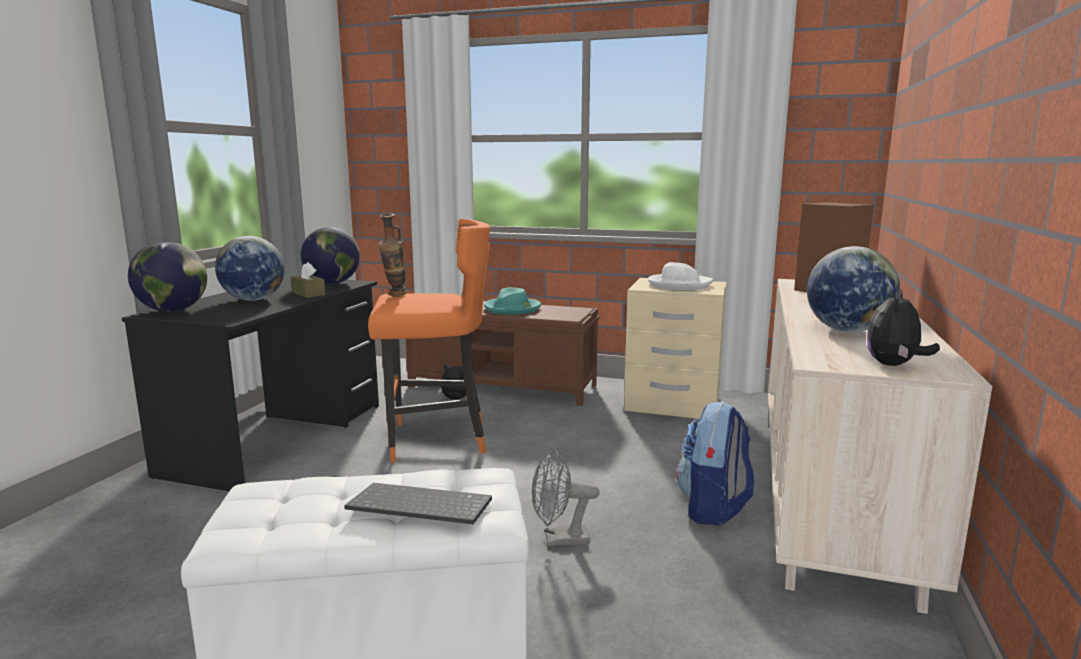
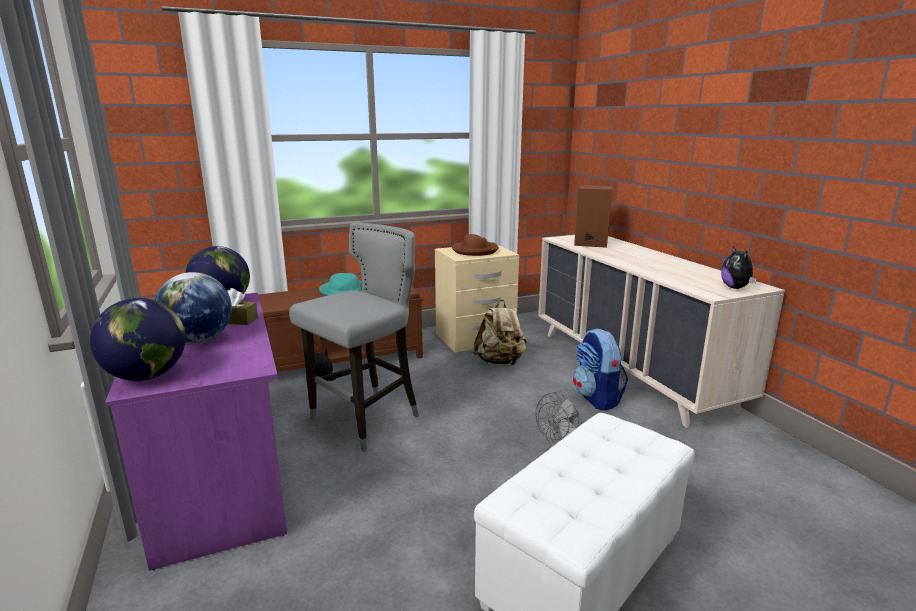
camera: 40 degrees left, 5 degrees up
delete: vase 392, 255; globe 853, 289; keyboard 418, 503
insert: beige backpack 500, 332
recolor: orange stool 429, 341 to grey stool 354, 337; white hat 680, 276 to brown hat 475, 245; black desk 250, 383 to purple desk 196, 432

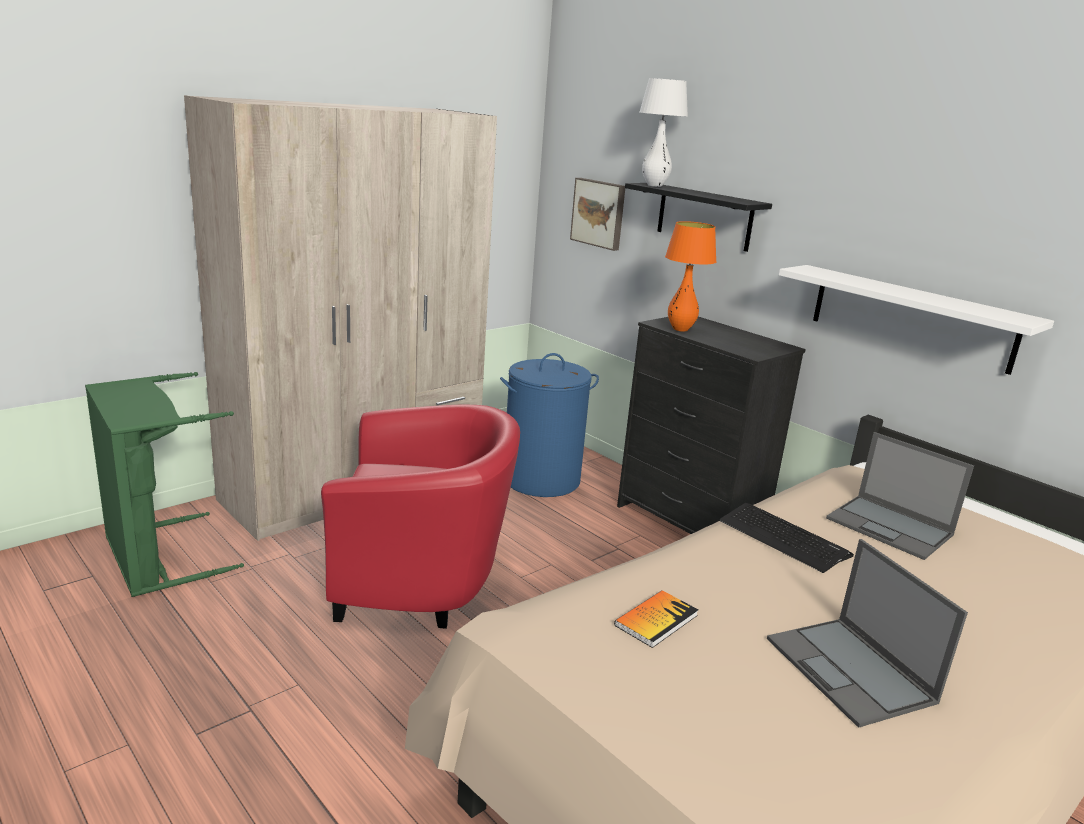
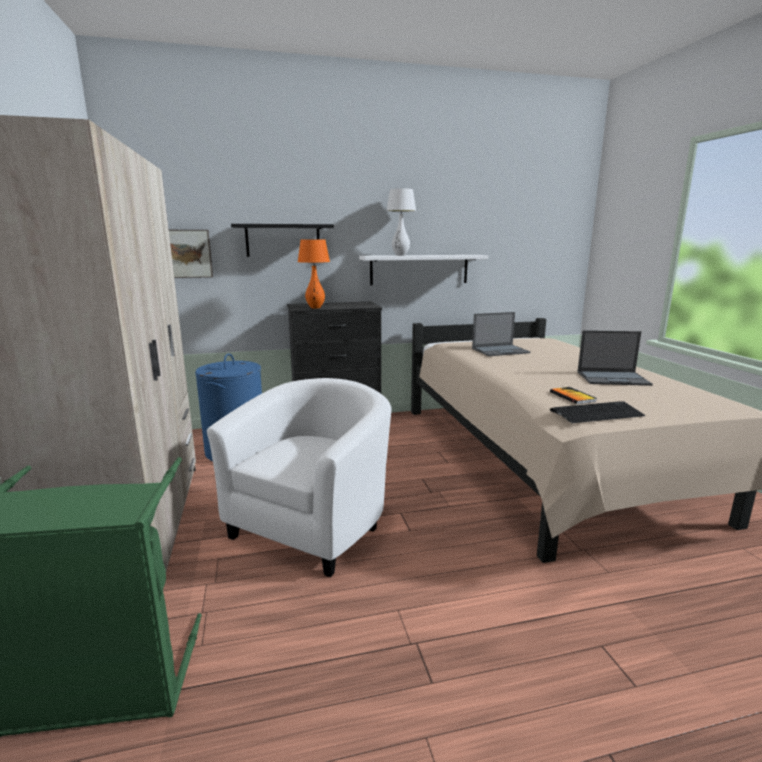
camera: 60 degrees left, 5 degrees down
move: white table lamp 664, 132 to 401, 222; keyboard 786, 538 to 597, 412
recolor: red armchair 420, 516 to white armchair 299, 477

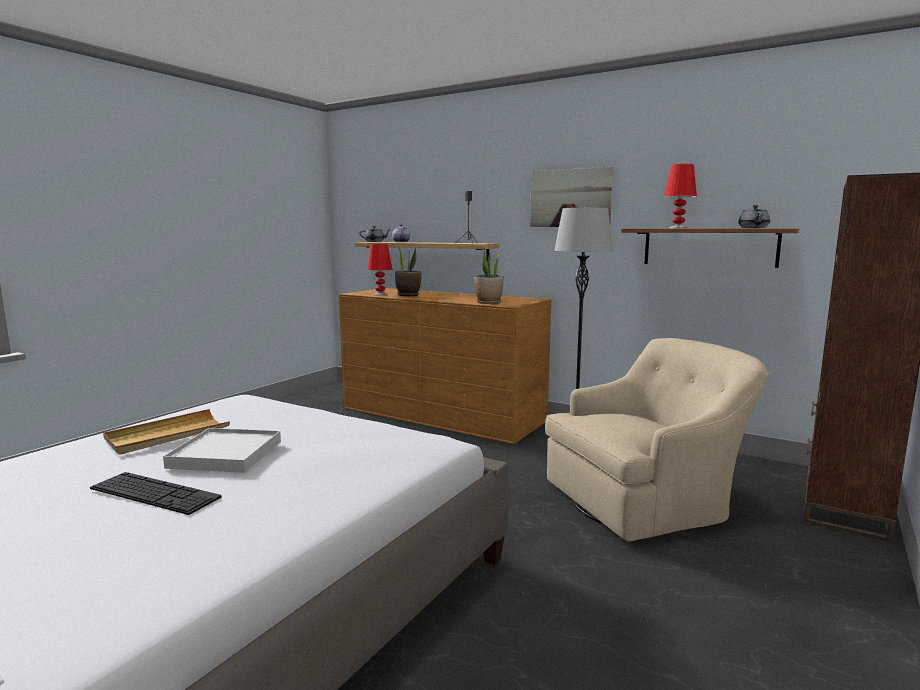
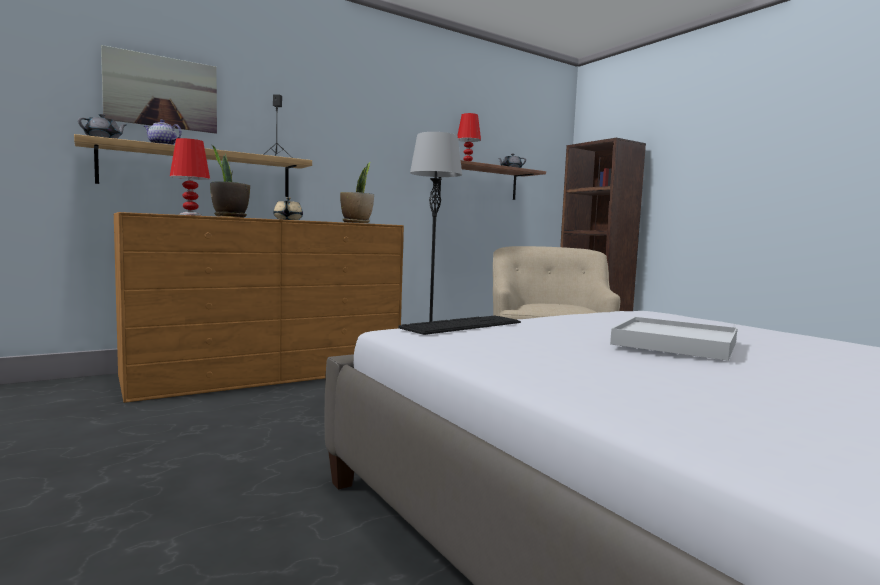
camera: 65 degrees left, 5 degrees down
delete: beige tray 166, 432
insert: beige teapot 288, 208
move: picture 571, 197 to 159, 89; keyboard 156, 493 to 459, 325

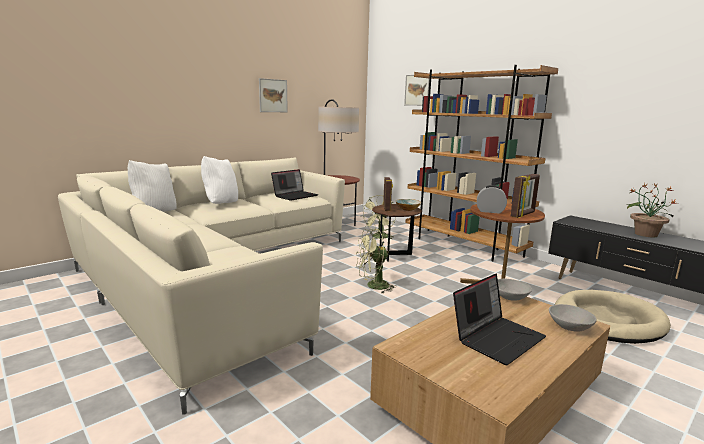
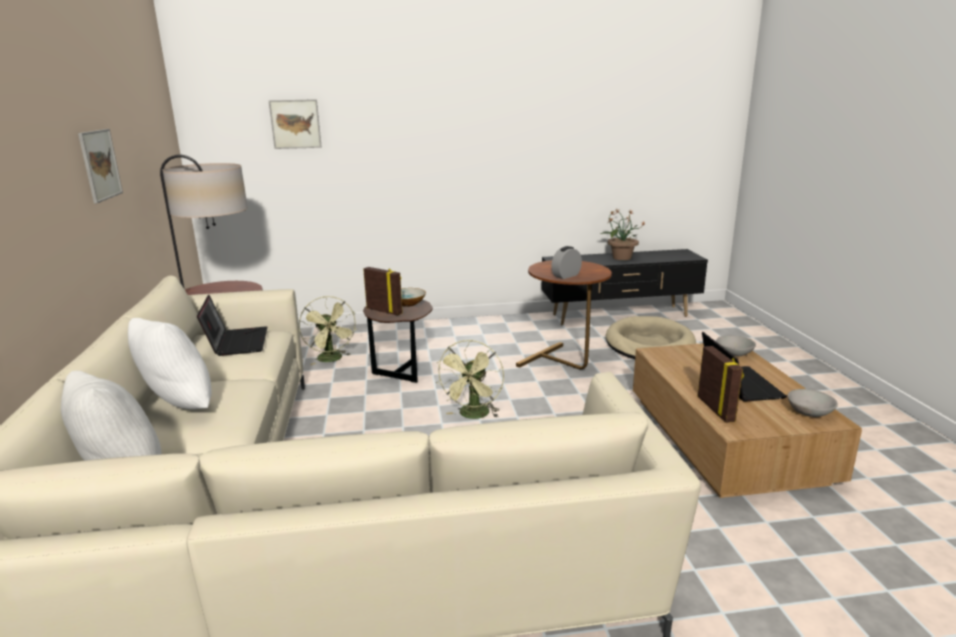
camera: 55 degrees left, 5 degrees up
delete: brown bookcase 481, 163
move: picture frame 525, 196 to 721, 384; grey bowl 515, 290 to 813, 403

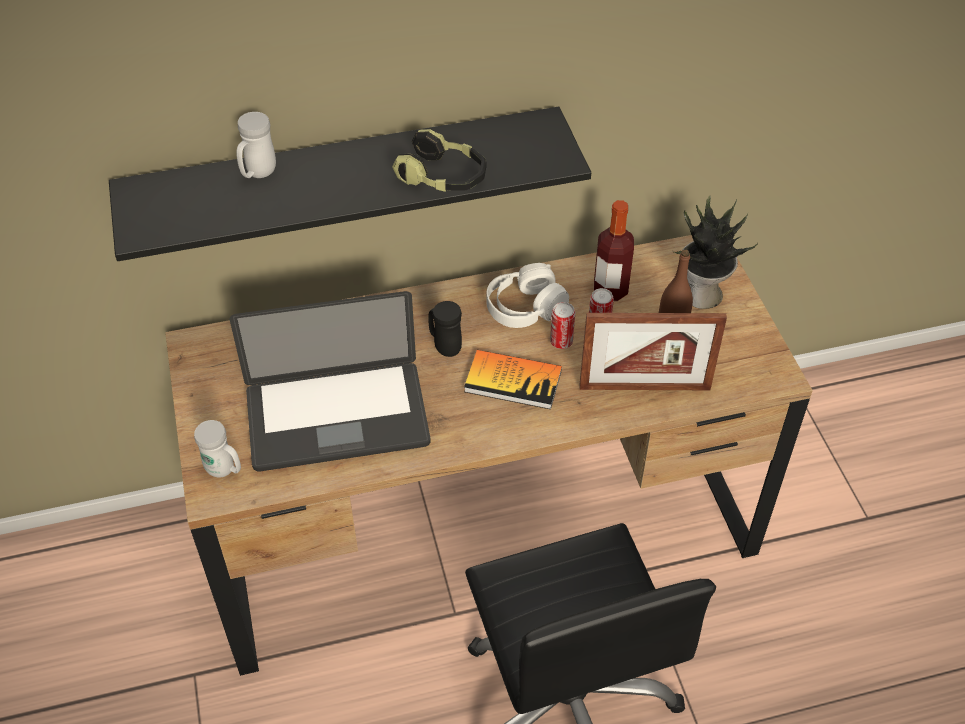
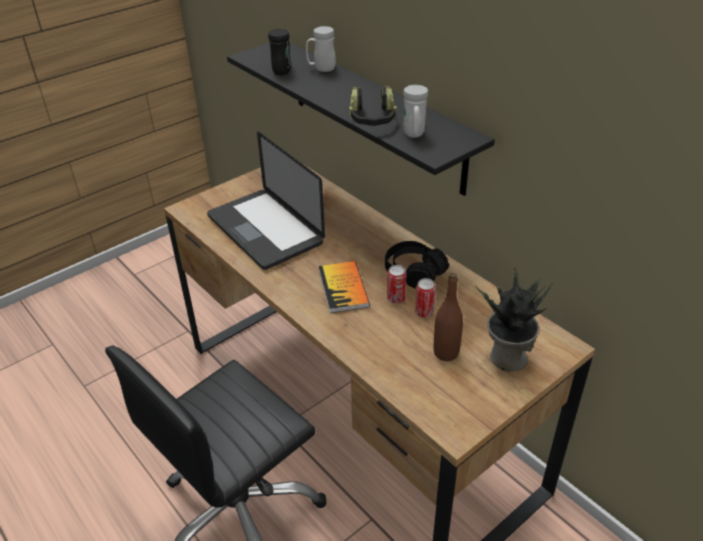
camera: 65 degrees right, 10 degrees down
delete: bottle 614, 250; picture frame 653, 351
move: black mug 445, 329 to 279, 52; white mug 217, 449 to 415, 111
recolor: white headphones 527, 295 to black headphones 417, 264

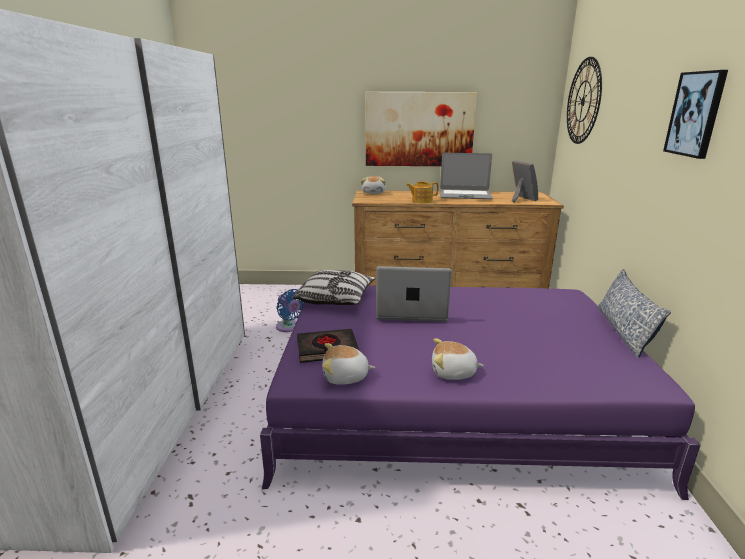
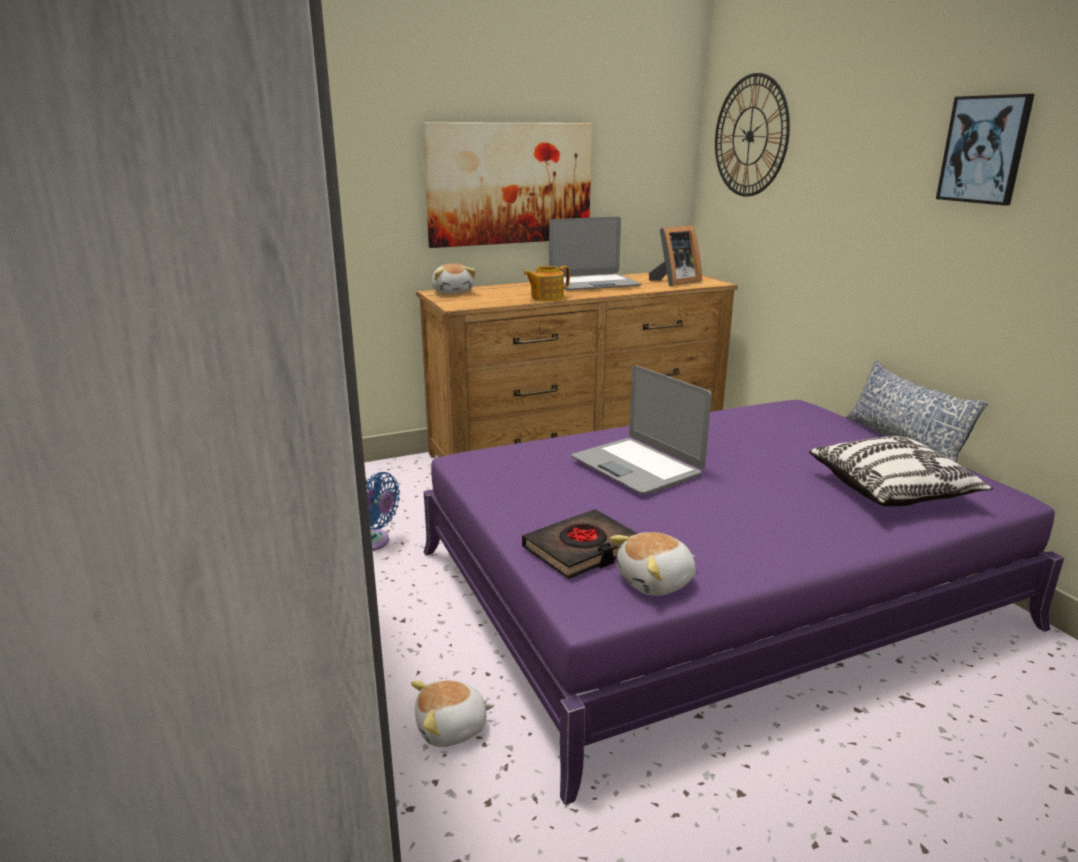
camera: 25 degrees left, 0 degrees up
move: pillow 334, 287 to 901, 471; plush toy 458, 359 to 453, 713
rotate: picture frame 525, 181 = 675, 255 105 degrees clockwise; laptop 414, 294 = 642, 429 105 degrees counterclockwise

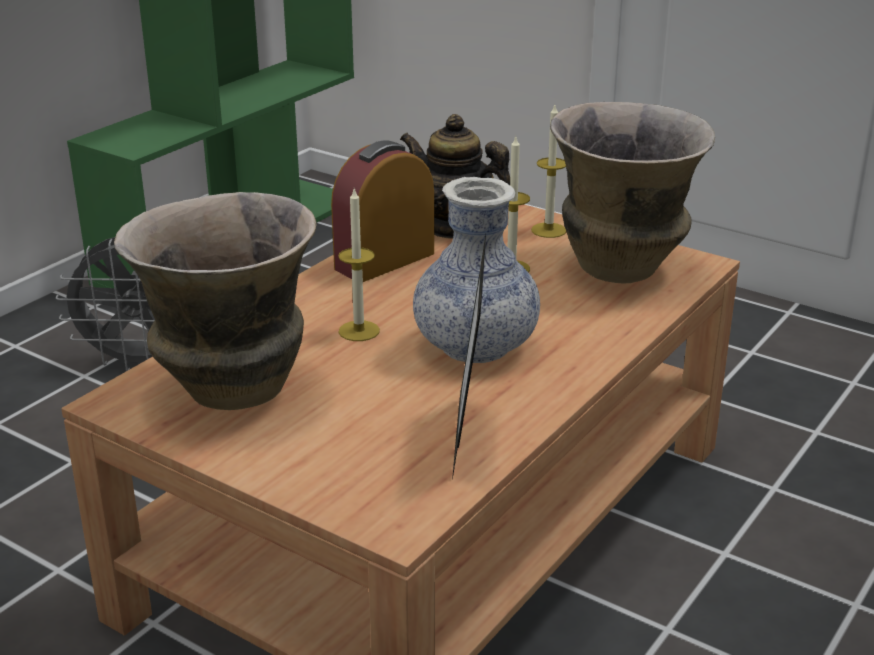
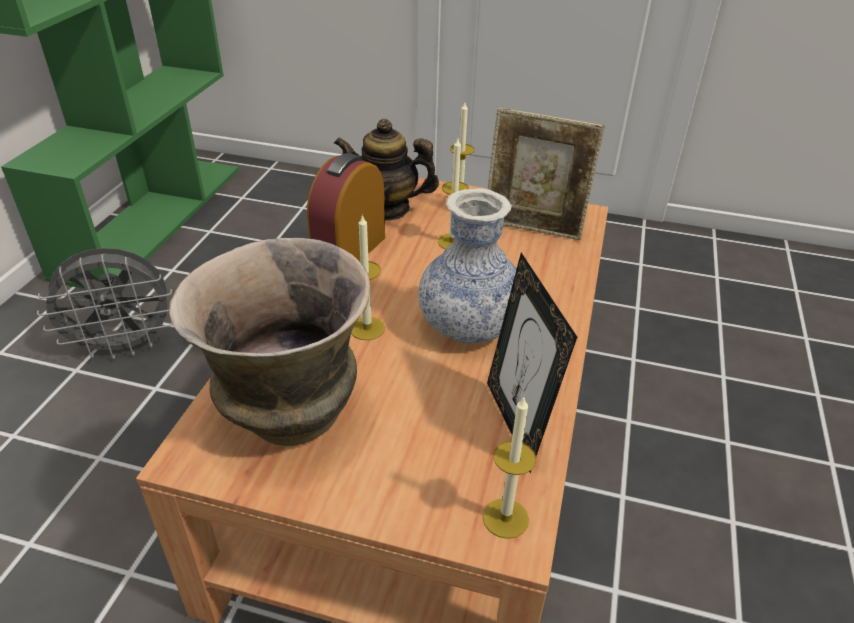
camera: 20 degrees left, 10 degrees up
insert: candle 509, 468
replace: vase 632, 193 to picture frame 546, 173

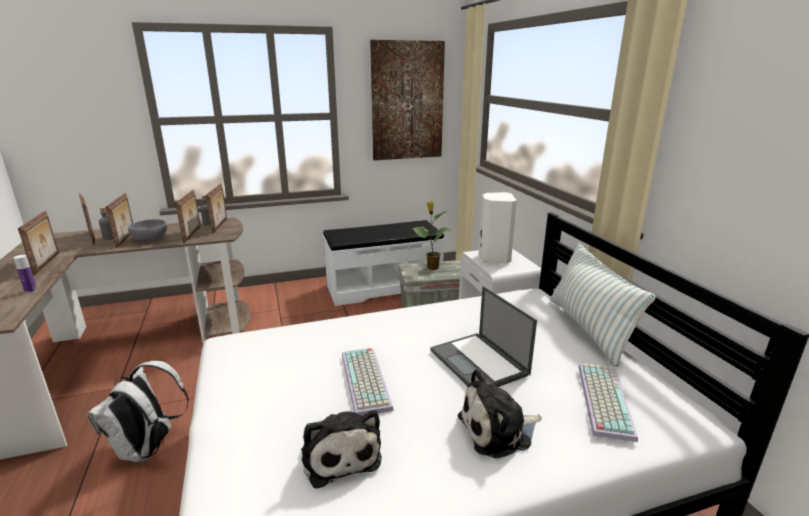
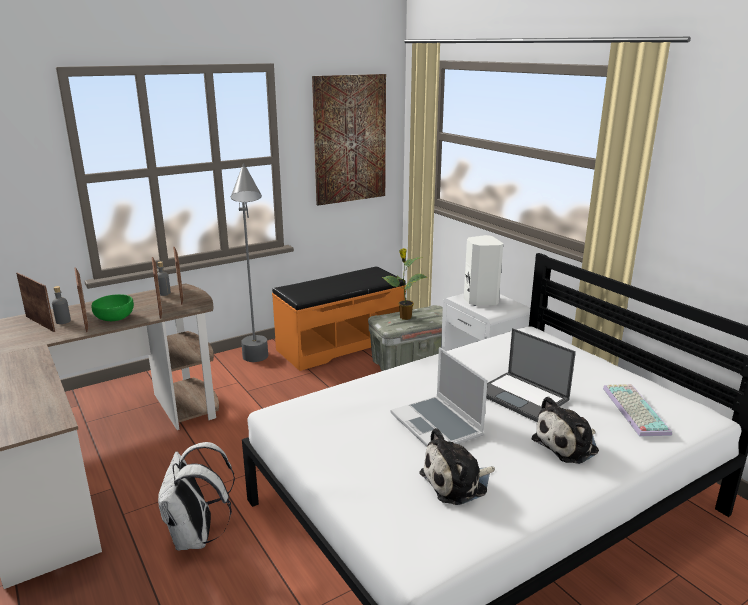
camera: 15 degrees left, 0 degrees up
delete: picture frame 38, 243; pillow 603, 305; bottle 25, 274
insert: grey floor lamp 249, 262
replace: keyboard 368, 382 to laptop 439, 397
recolor: grey bowl 147, 230 to green bowl 113, 307; white bench 383, 263 to orange bench 339, 318
rotate: plush toy 341, 449 = 457, 466 105 degrees clockwise

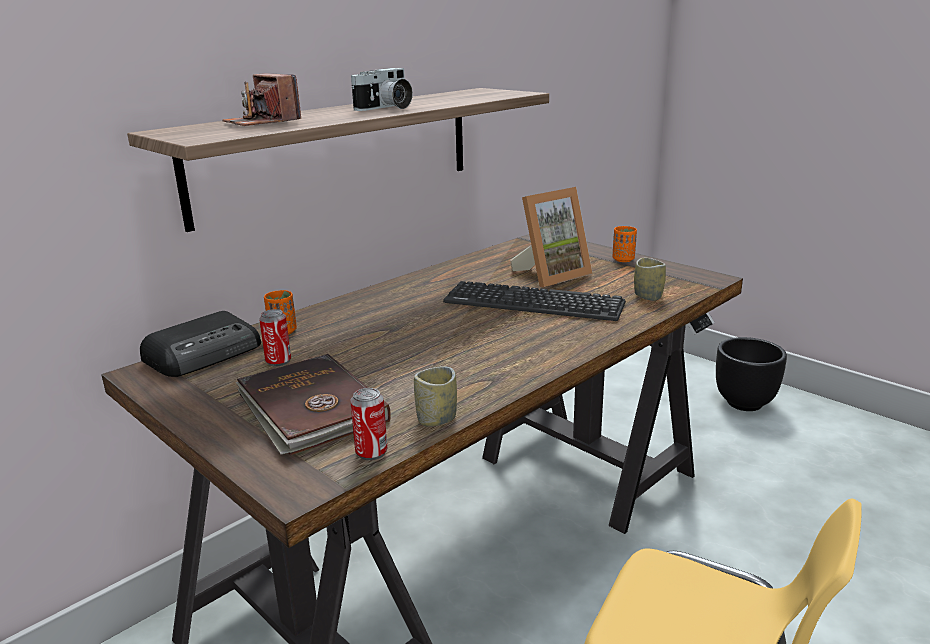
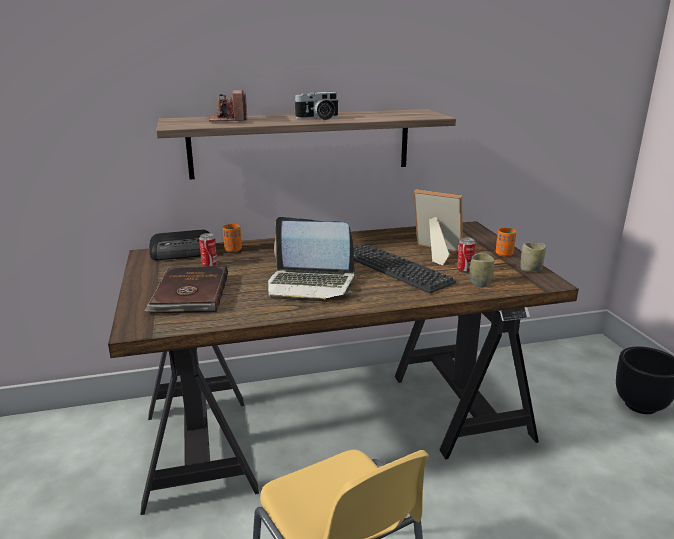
camera: 30 degrees right, 0 degrees up
insert: laptop 311, 259
move: cup 435, 396 to 533, 257; can 368, 424 to 466, 255
rotate: picture frame 551, 237 = 438, 227 150 degrees counterclockwise

